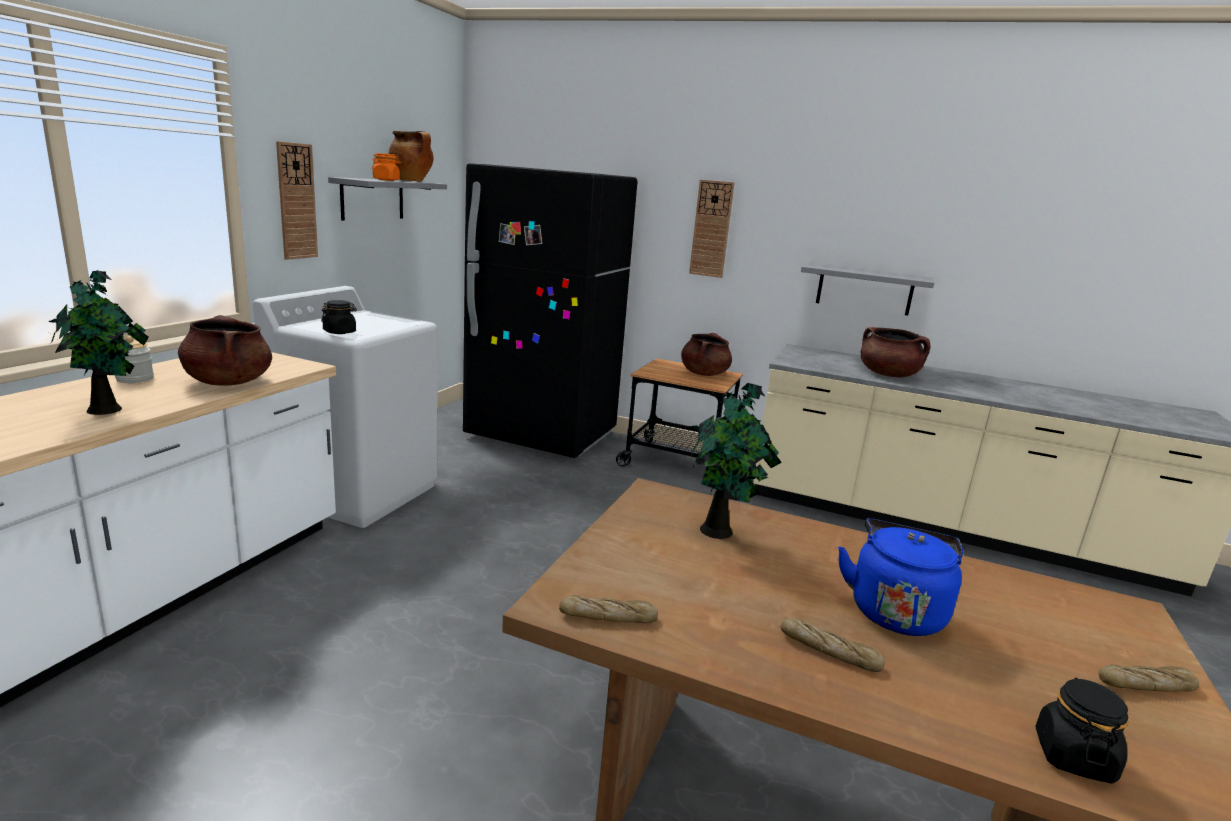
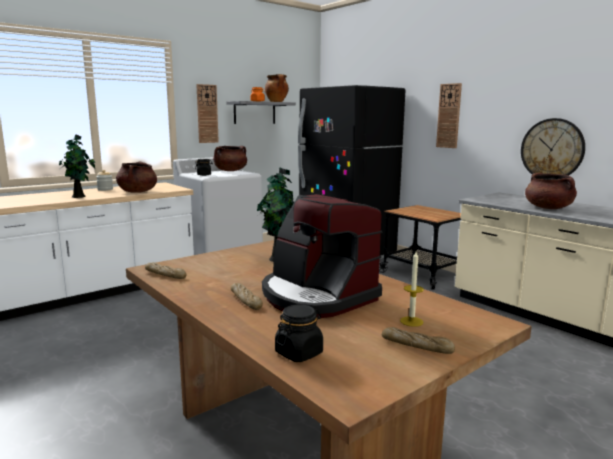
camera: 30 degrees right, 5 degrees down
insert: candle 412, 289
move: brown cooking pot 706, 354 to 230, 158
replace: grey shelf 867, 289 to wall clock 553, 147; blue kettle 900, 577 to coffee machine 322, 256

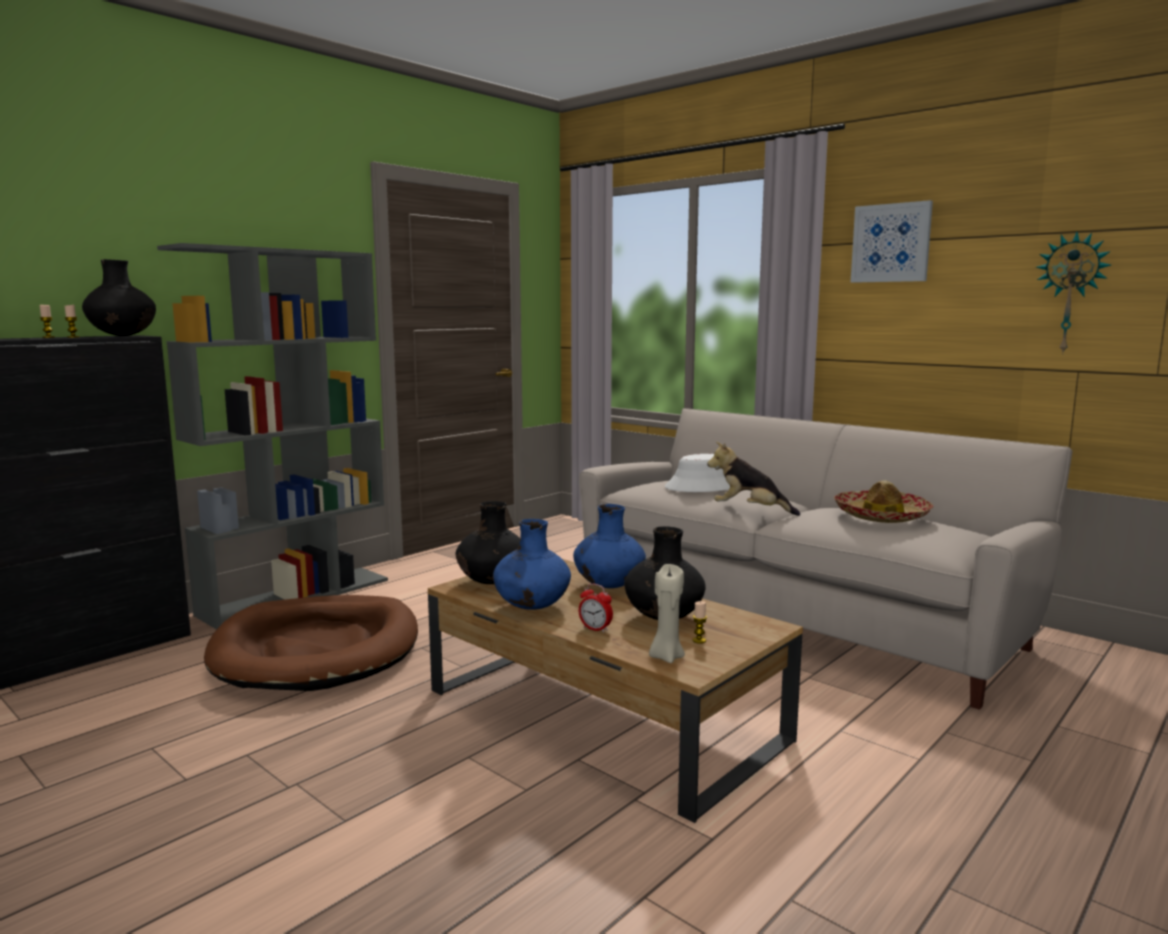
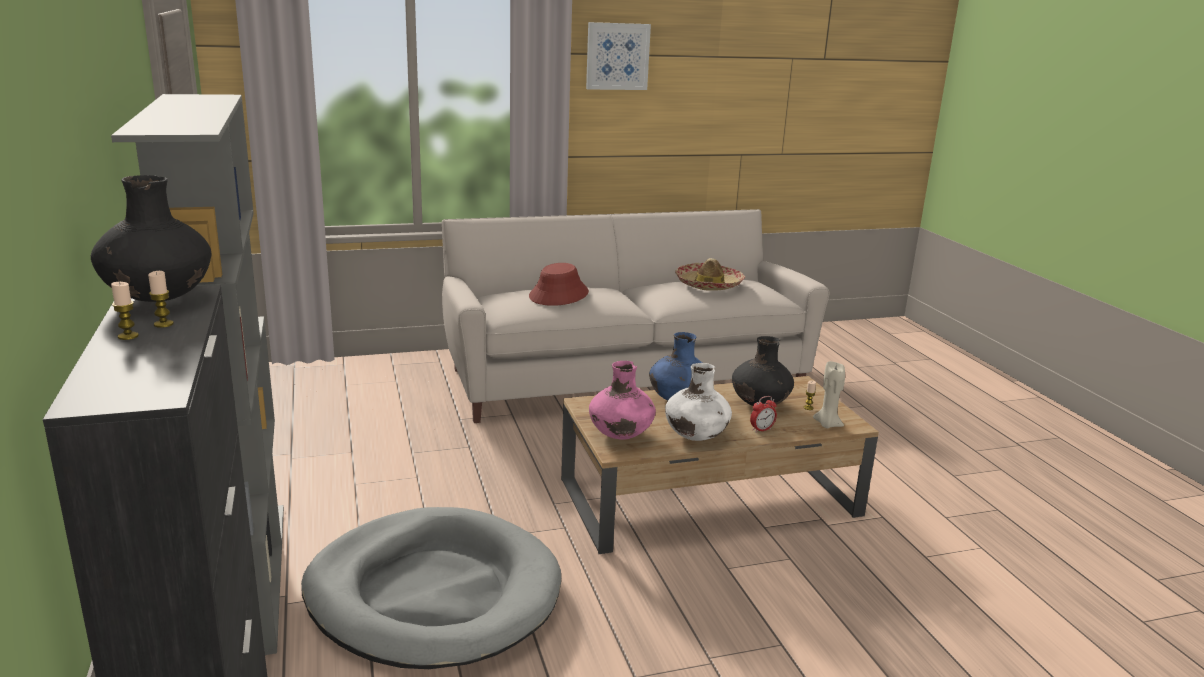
camera: 60 degrees left, 10 degrees up
delete: wall clock 1073, 293; plush toy 753, 479
recolor: white hat 697, 473 to red hat 559, 284; black vase 488, 542 to pink vase 622, 400; blue vase 532, 564 to white vase 698, 402; brown dog bed 311, 643 to grey dog bed 431, 588

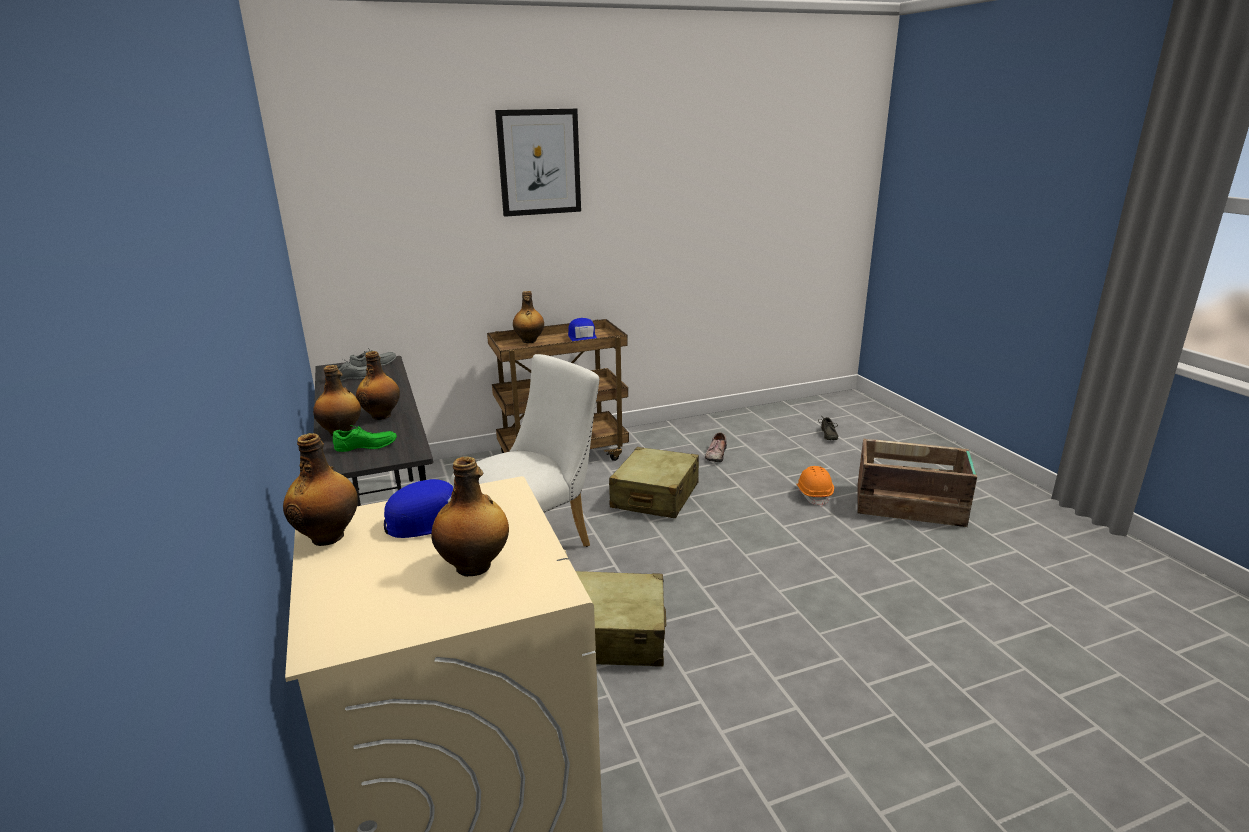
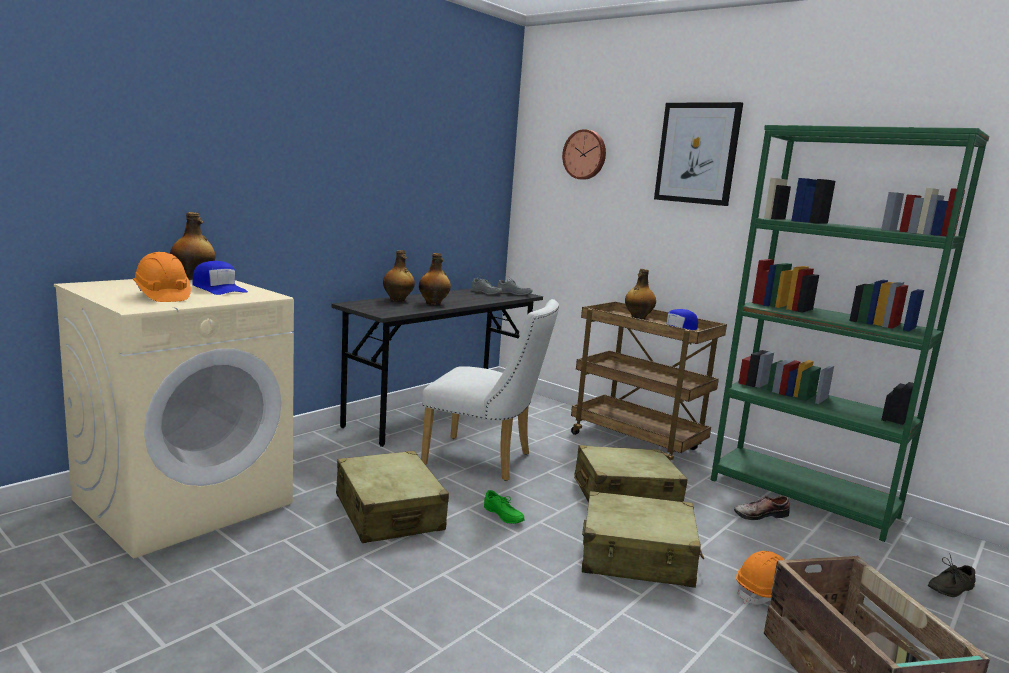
camera: 60 degrees right, 10 degrees down
insert: green bookcase 850, 333; wall clock 584, 154; beige suitcase 643, 539
move: green shoe 365, 438 to 504, 507
replace: bottle 470, 516 to orange hard hat 162, 277

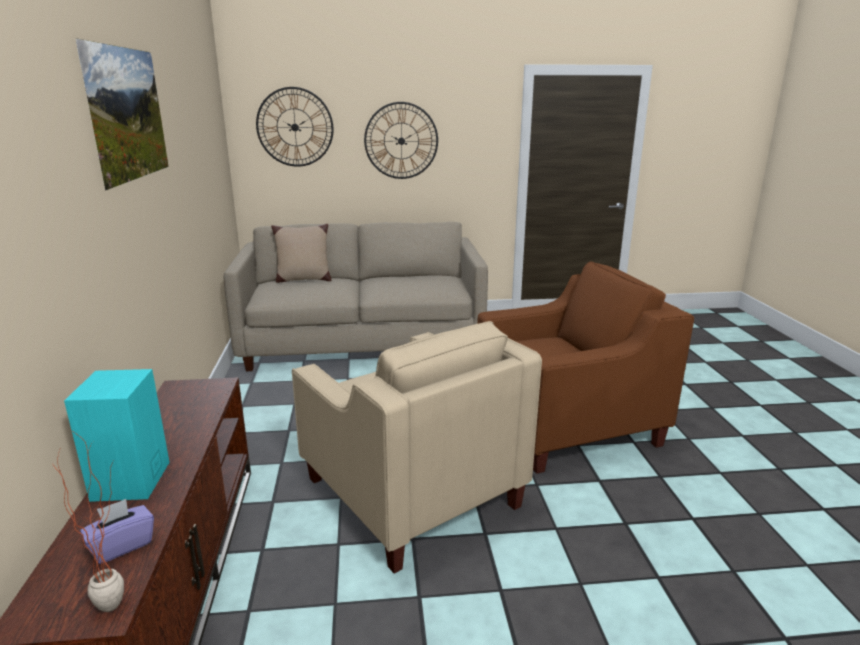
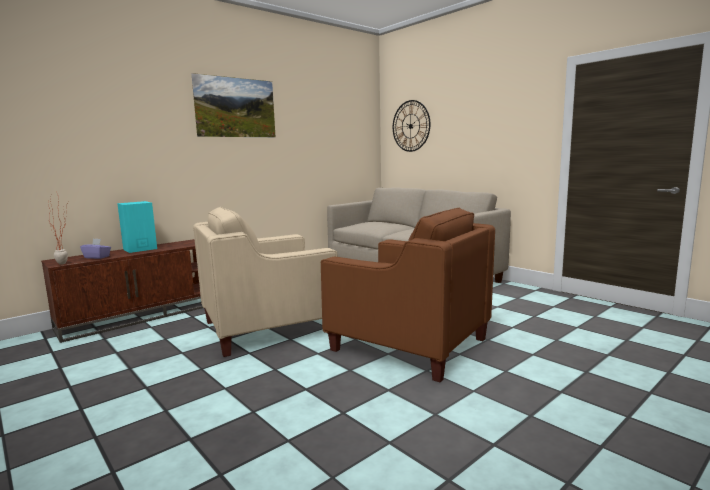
camera: 55 degrees right, 10 degrees down
delete: wall clock 401, 140; beige pillow 301, 253
rotate: beige armchair 417, 447 = 265, 282 45 degrees clockwise

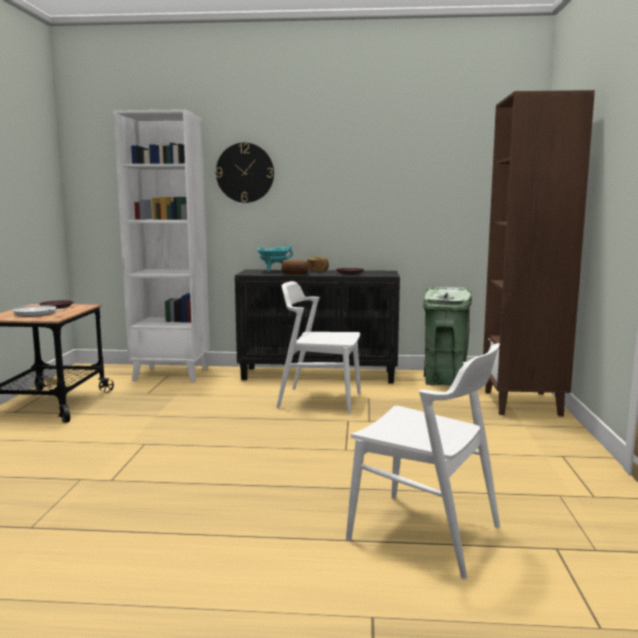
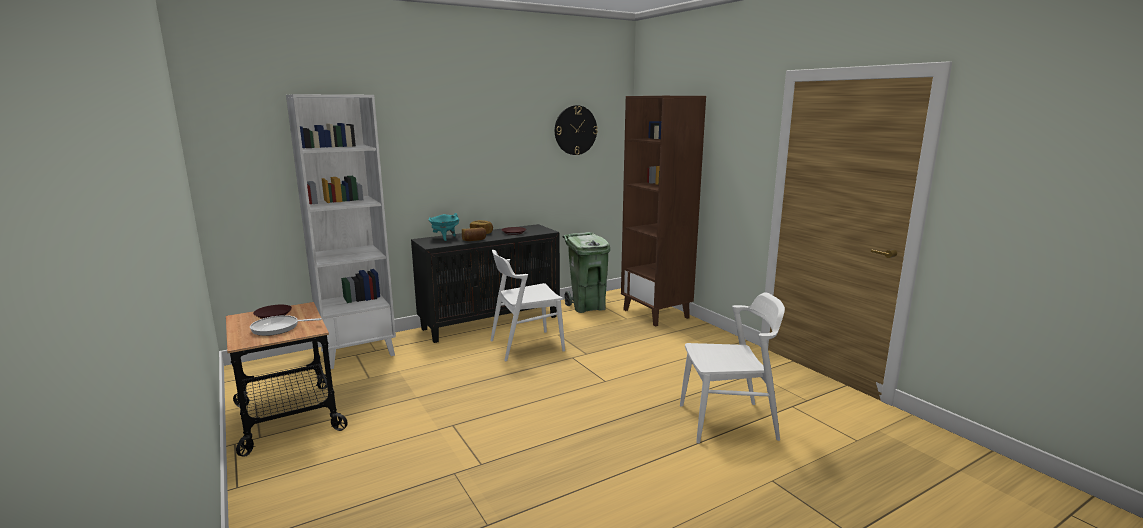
camera: 35 degrees left, 5 degrees up
move: wall clock 245, 173 to 576, 130

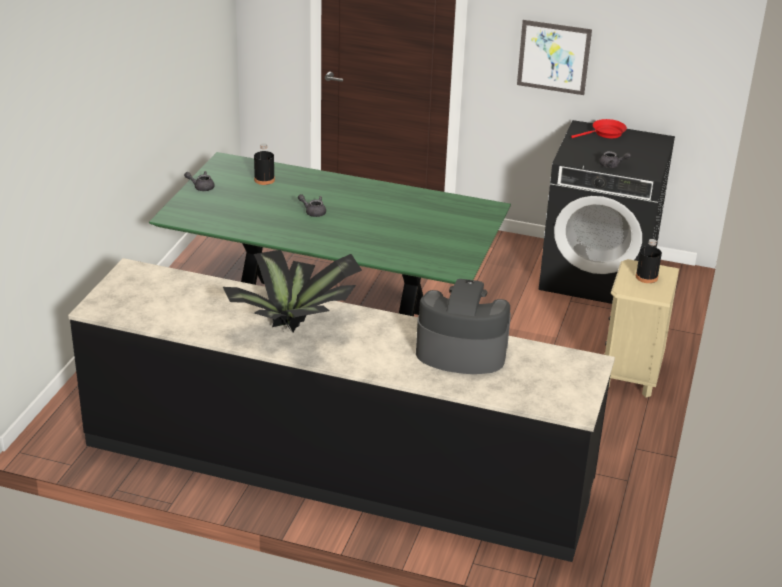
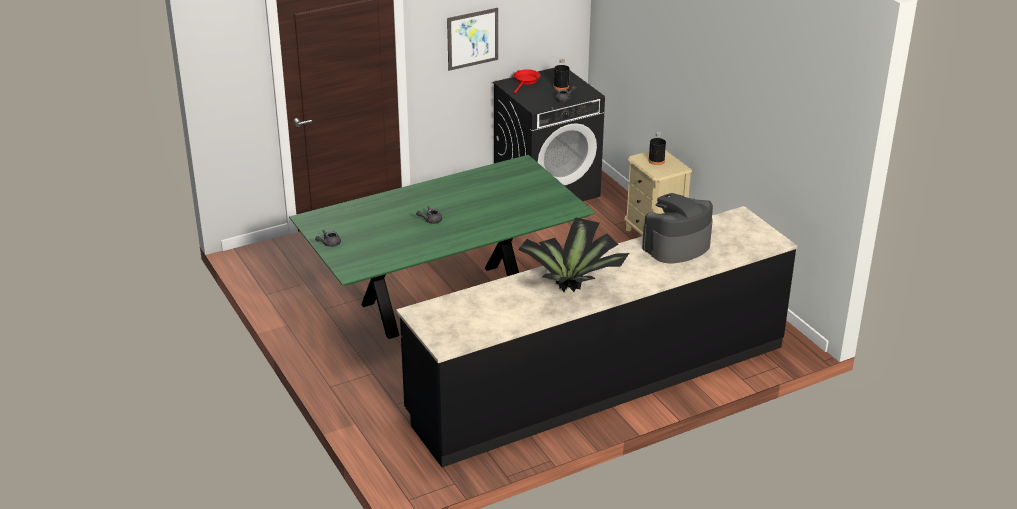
camera: 45 degrees left, 0 degrees up
move: black bottle 264, 164 to 561, 75

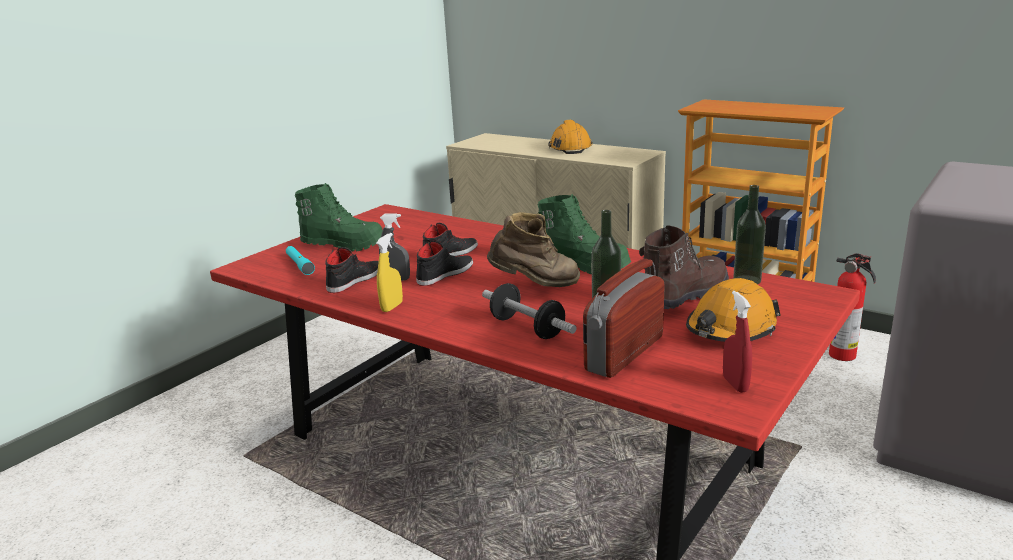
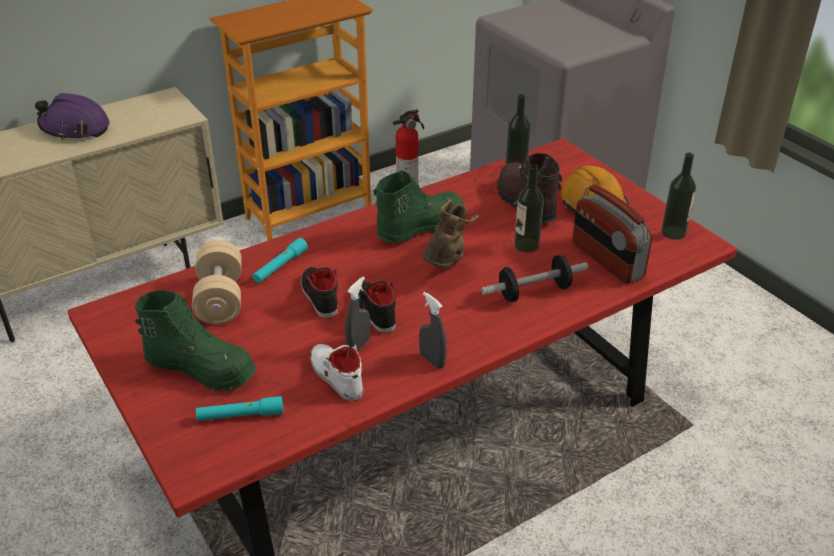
camera: 70 degrees left, 15 degrees up
insert: turquoise flashlight 280, 260; beige dumbbell 217, 282
replace: red spray bottle 737, 342 to bottle 678, 196
recolor: orange hard hat 570, 137 to purple hard hat 72, 116; yellow spray bottle 389, 272 to grey spray bottle 433, 330; black shoe 352, 270 to white shoe 336, 372
rotate: green boot 339, 217 = 195, 340 75 degrees clockwise

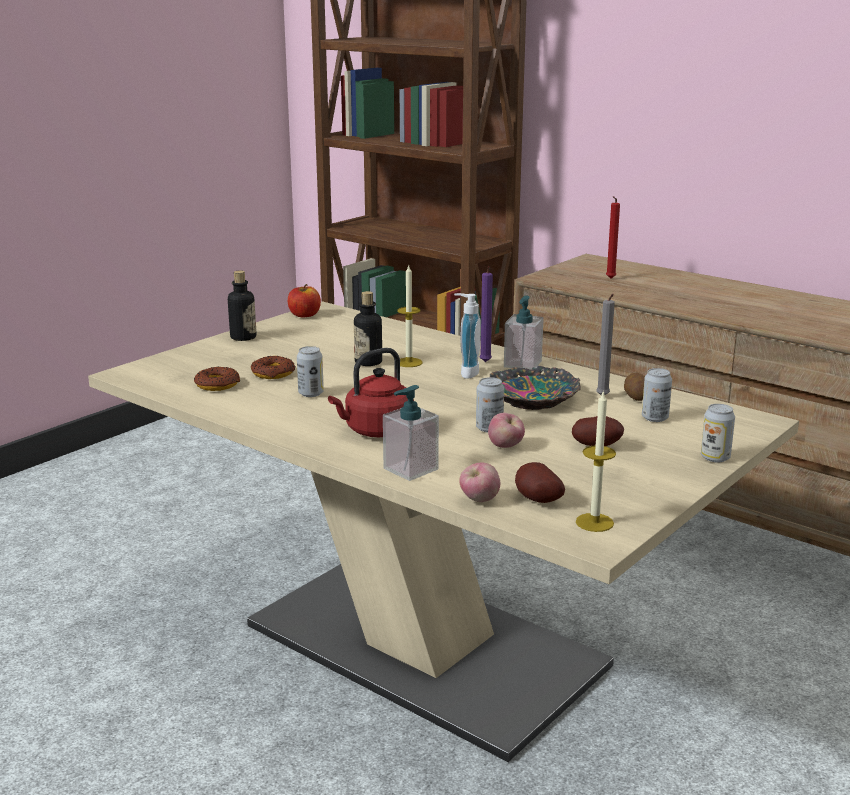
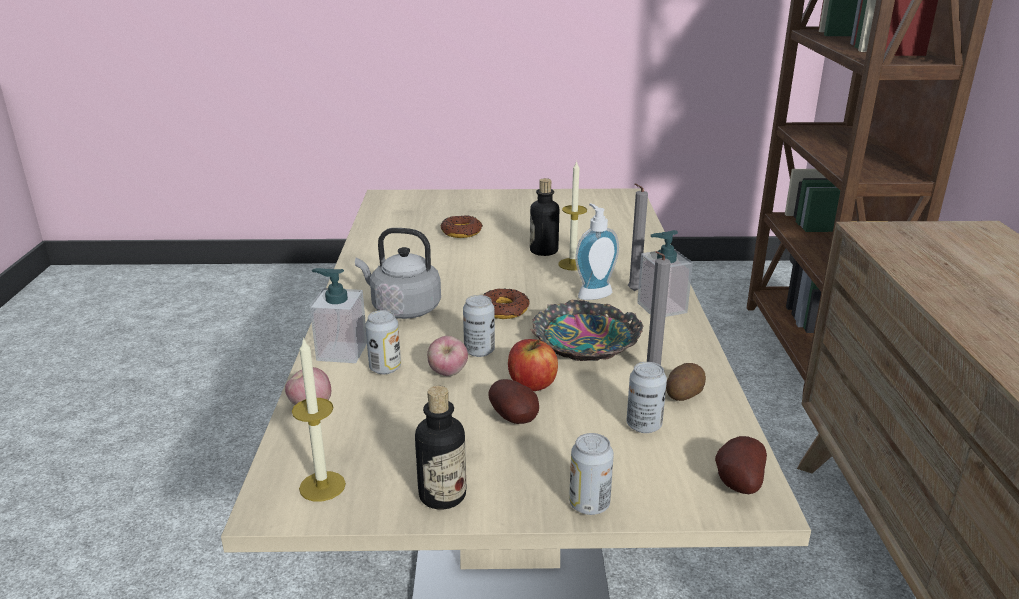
camera: 50 degrees right, 5 degrees up
delete: red candle 613, 237
move: bottle 242, 306 to 440, 448; apple 304, 301 to 533, 365; can 310, 371 to 383, 342; donut 217, 379 to 506, 303; potato 540, 482 to 741, 465
recolor: purple candle 486, 314 to grey candle 638, 237; red kettle 371, 392 to grey kettle 398, 273

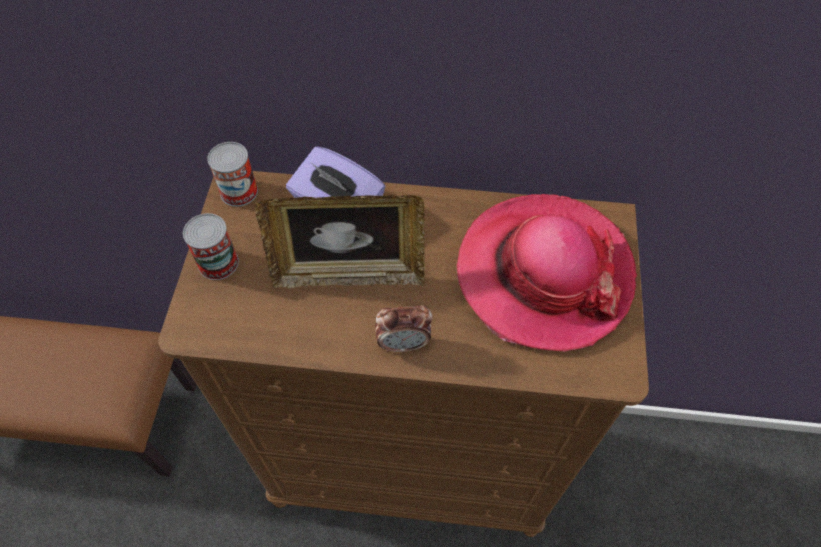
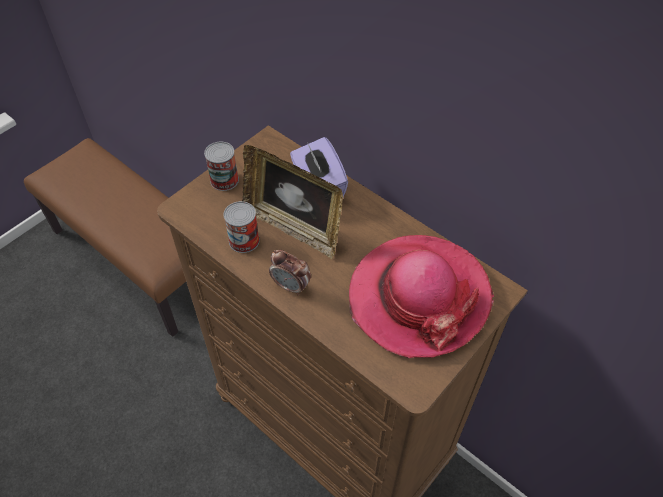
camera: 35 degrees right, 5 degrees down
move: can 232, 174 to 241, 227

